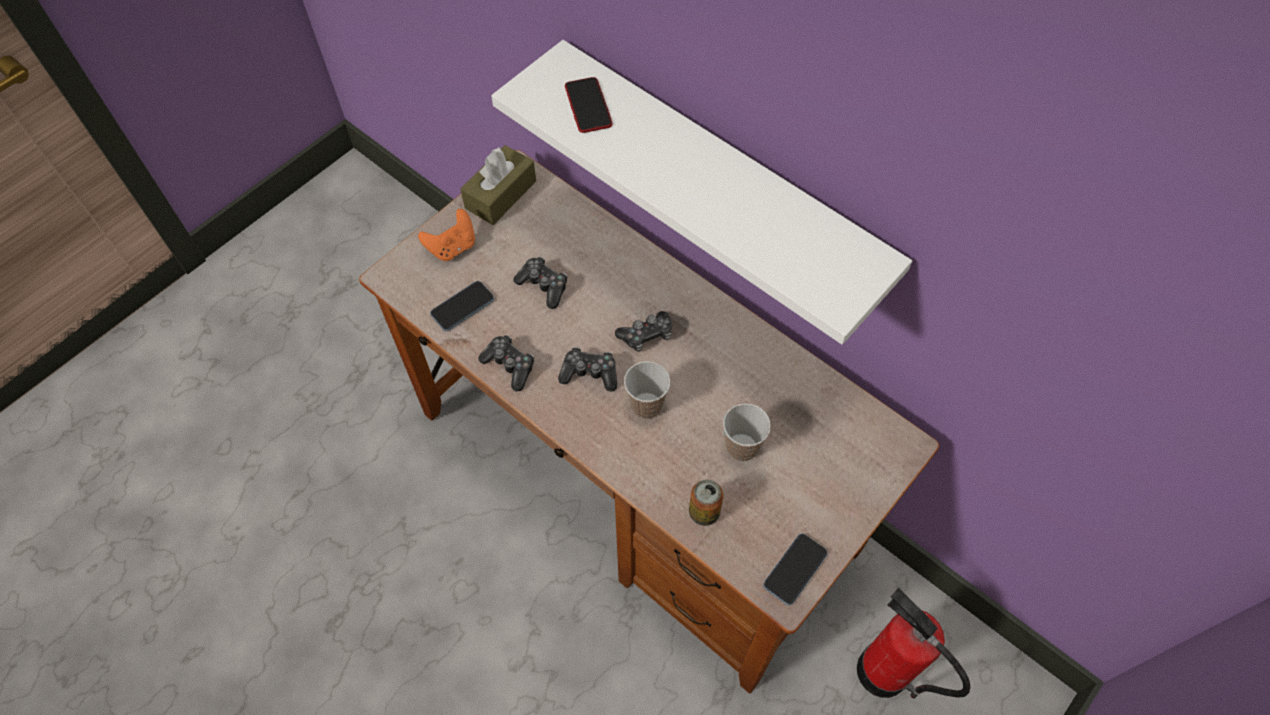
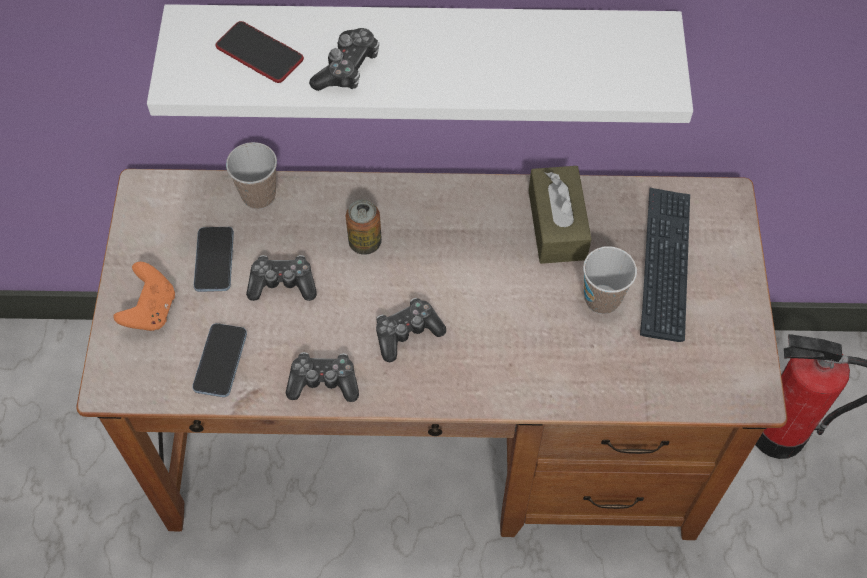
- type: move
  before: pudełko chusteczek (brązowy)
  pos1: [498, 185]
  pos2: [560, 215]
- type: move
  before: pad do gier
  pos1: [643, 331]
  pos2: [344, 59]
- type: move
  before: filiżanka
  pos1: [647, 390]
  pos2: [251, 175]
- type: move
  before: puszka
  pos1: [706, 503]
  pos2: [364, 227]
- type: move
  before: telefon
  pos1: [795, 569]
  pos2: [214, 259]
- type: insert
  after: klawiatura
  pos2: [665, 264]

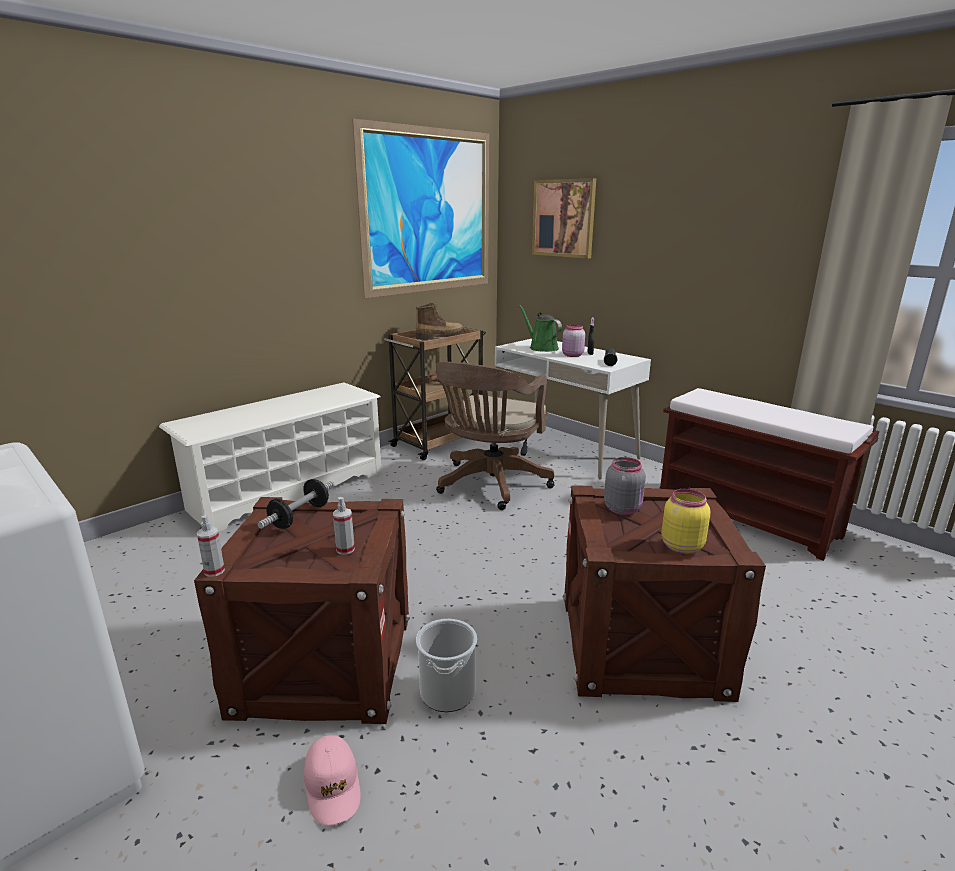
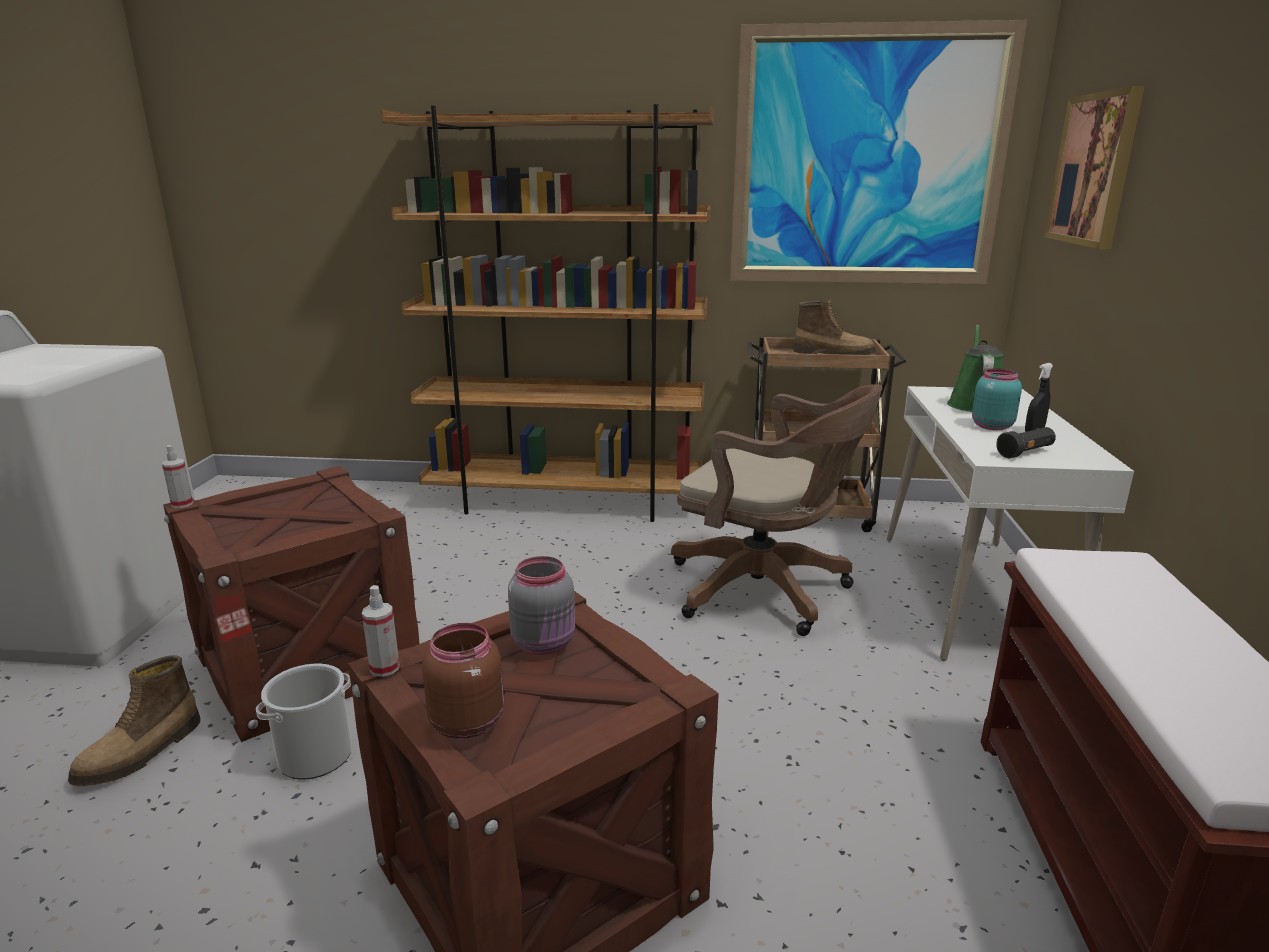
- type: replace
  before: regał na buty (biały)
  after: regał (brązowy)
  pos1: [270, 457]
  pos2: [547, 313]
- type: delete
  before: hantel
  pos1: [295, 504]
- type: replace
  before: czapka z daszkiem (różowy)
  after: but z cholewką
  pos1: [332, 780]
  pos2: [134, 720]
- type: move
  before: spryskiwacz
  pos1: [344, 526]
  pos2: [381, 631]
- type: rotate
  before: krzesło biurowe (brązowy)
  pos1: [495, 436]
  pos2: [776, 510]
  turn: -135
- type: recolor
  before: słoik (różowy)
  after: słoik (turkusowy)
  pos1: [573, 340]
  pos2: [997, 399]
- type: recolor
  before: słoik (żółty)
  after: słoik (brązowy)
  pos1: [685, 521]
  pos2: [463, 681]

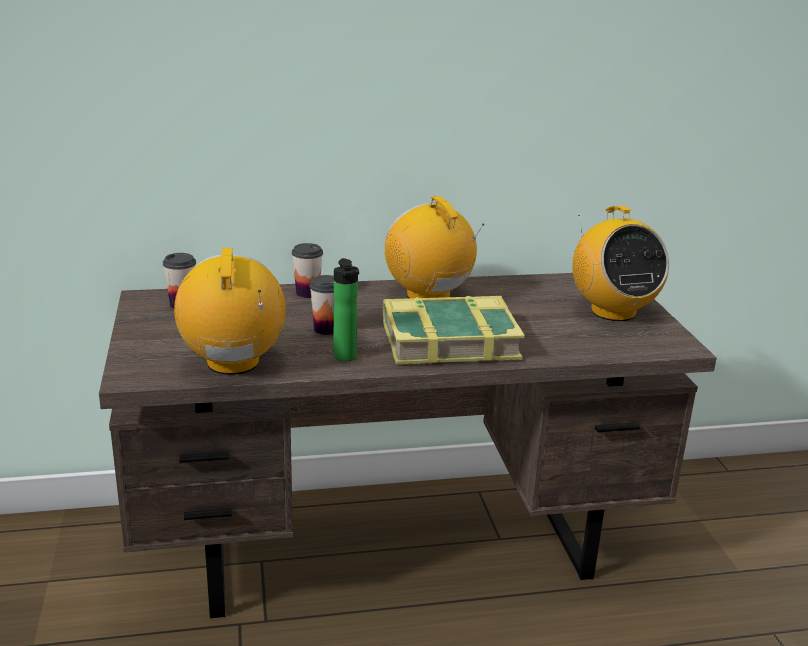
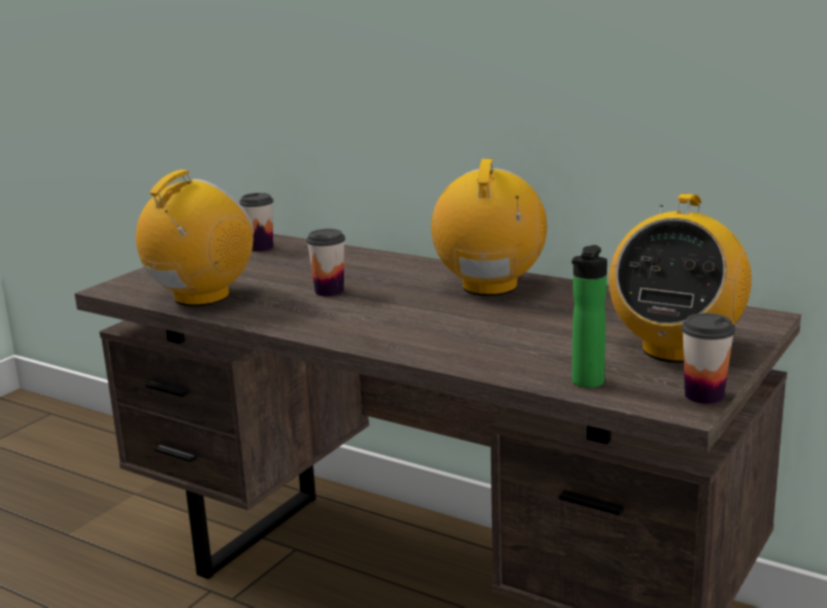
- type: move
  before: filiżanka
  pos1: [307, 270]
  pos2: [708, 358]
- type: move
  before: butelka
  pos1: [346, 309]
  pos2: [589, 316]
- type: delete
  before: książka
  pos1: [454, 330]

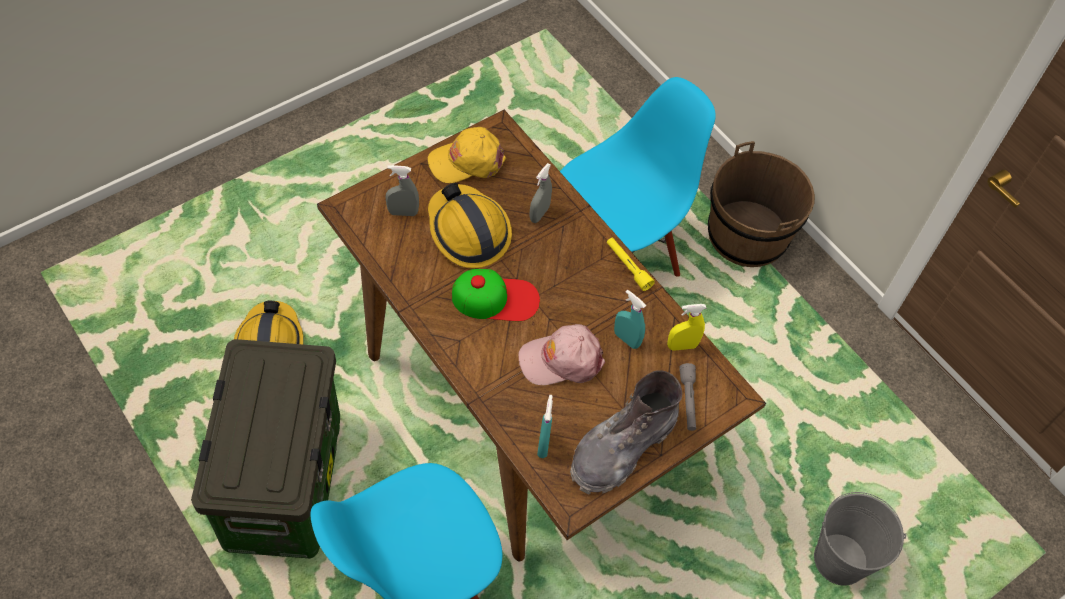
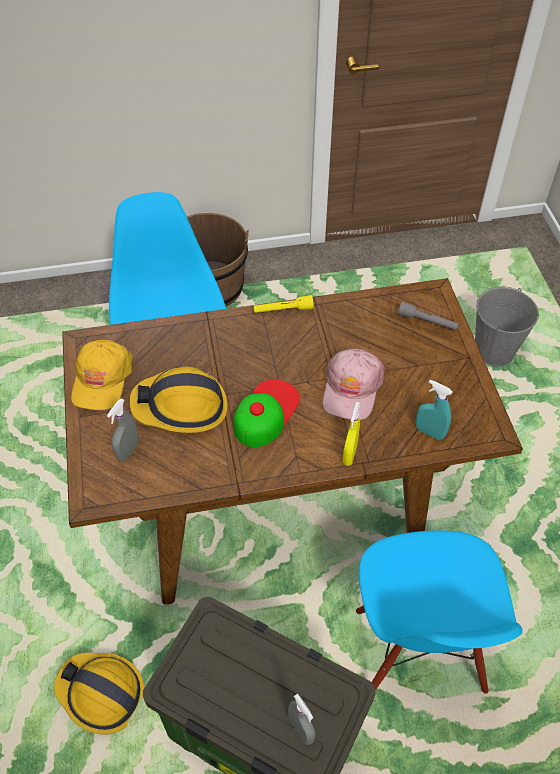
- type: move
  before: spryskiwacz (szary)
  pos1: [540, 193]
  pos2: [302, 719]
- type: delete
  before: but z cholewką (szary)
  pos1: [626, 432]
- type: delete
  before: spryskiwacz (turkusowy)
  pos1: [630, 319]
- type: move
  before: spryskiwacz (żółty)
  pos1: [686, 327]
  pos2: [351, 434]

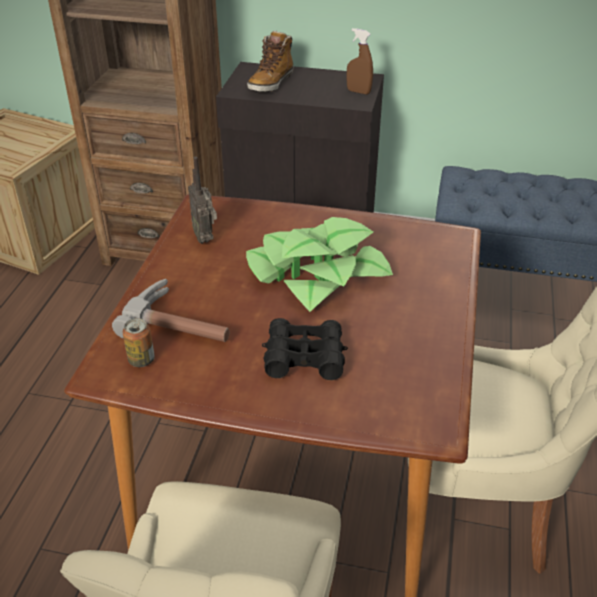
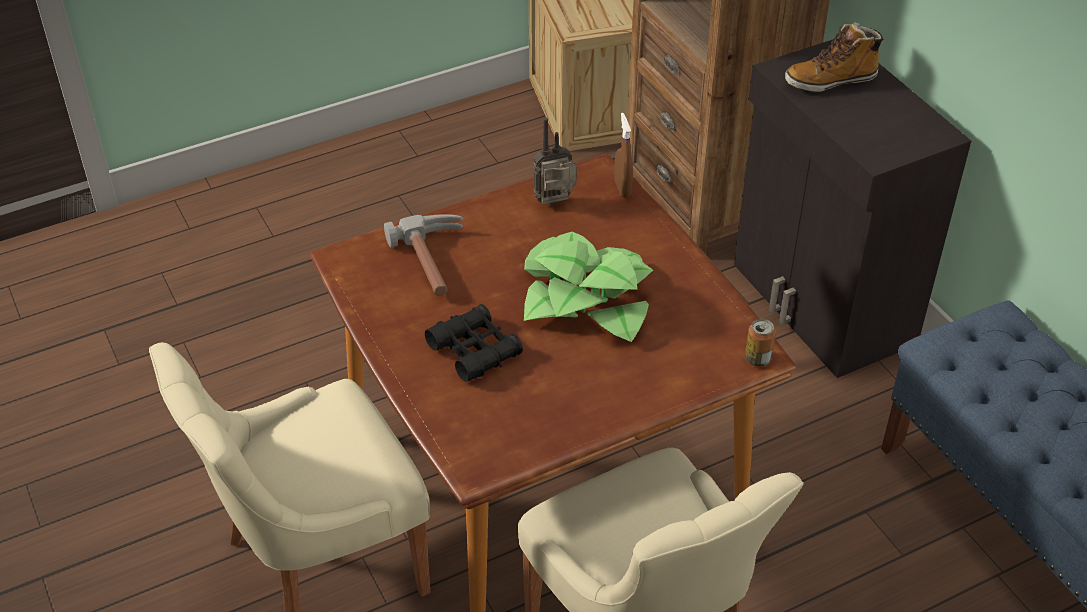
- type: move
  before: puszka
  pos1: [139, 342]
  pos2: [760, 343]
- type: rotate
  before: radio
  pos1: [202, 200]
  pos2: [555, 161]
  turn: 45
- type: move
  before: spryskiwacz (brązowy)
  pos1: [360, 61]
  pos2: [623, 155]

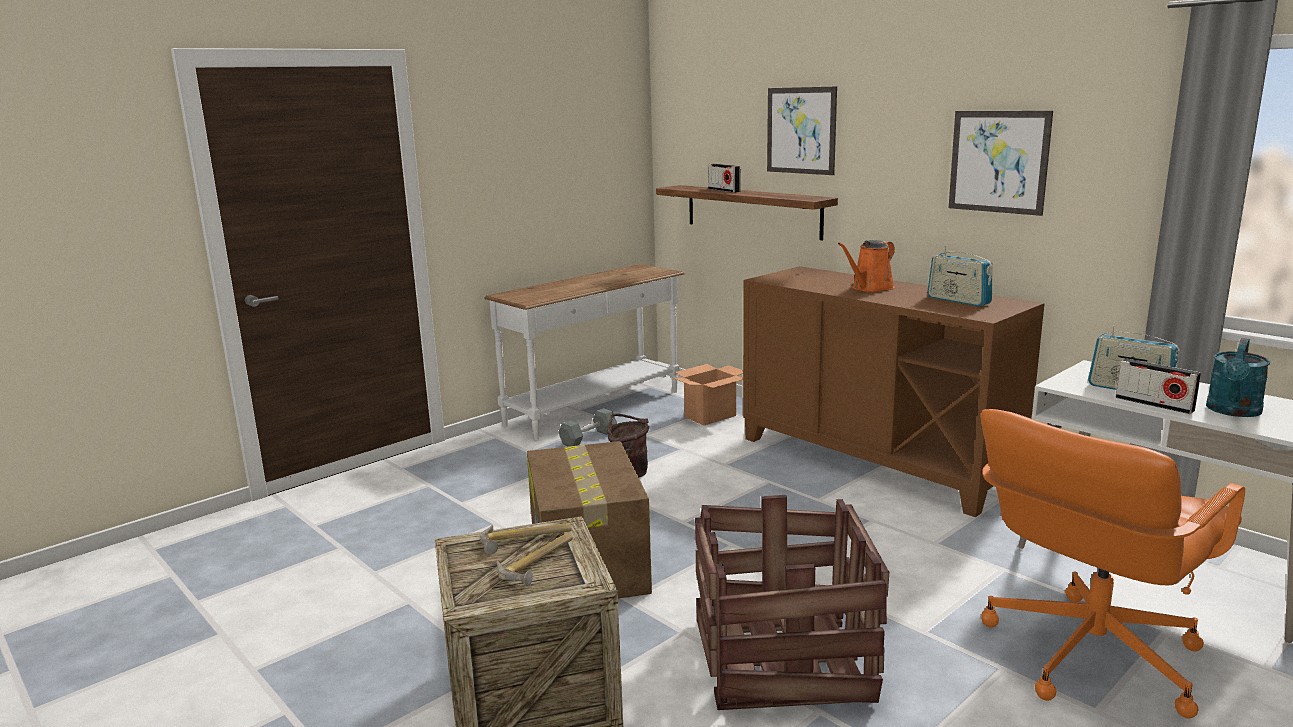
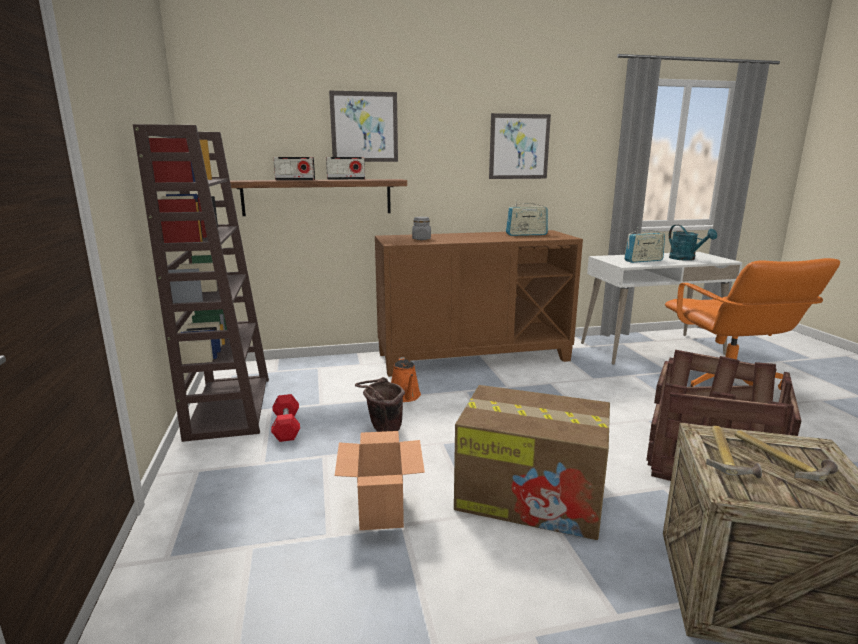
- type: replace
  before: stolik konsolowy (biały)
  after: regał (brązowy)
  pos1: [584, 352]
  pos2: [201, 283]
- type: recolor
  before: hantel (szary)
  after: hantel (czerwony)
  pos1: [587, 427]
  pos2: [285, 418]
- type: move
  before: karton
  pos1: [708, 394]
  pos2: [380, 480]
- type: move
  before: konewka (pomarańczowy)
  pos1: [866, 266]
  pos2: [406, 379]
- type: move
  before: radio
  pos1: [1158, 386]
  pos2: [345, 168]
- type: insert
  after: słoik (szary)
  pos2: [421, 228]

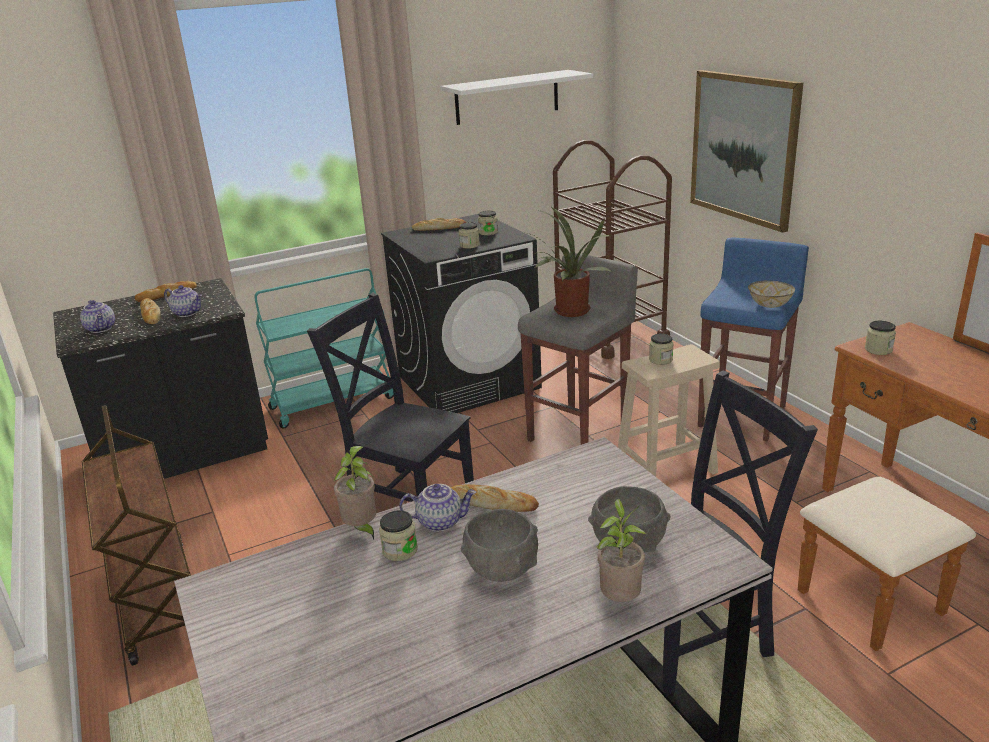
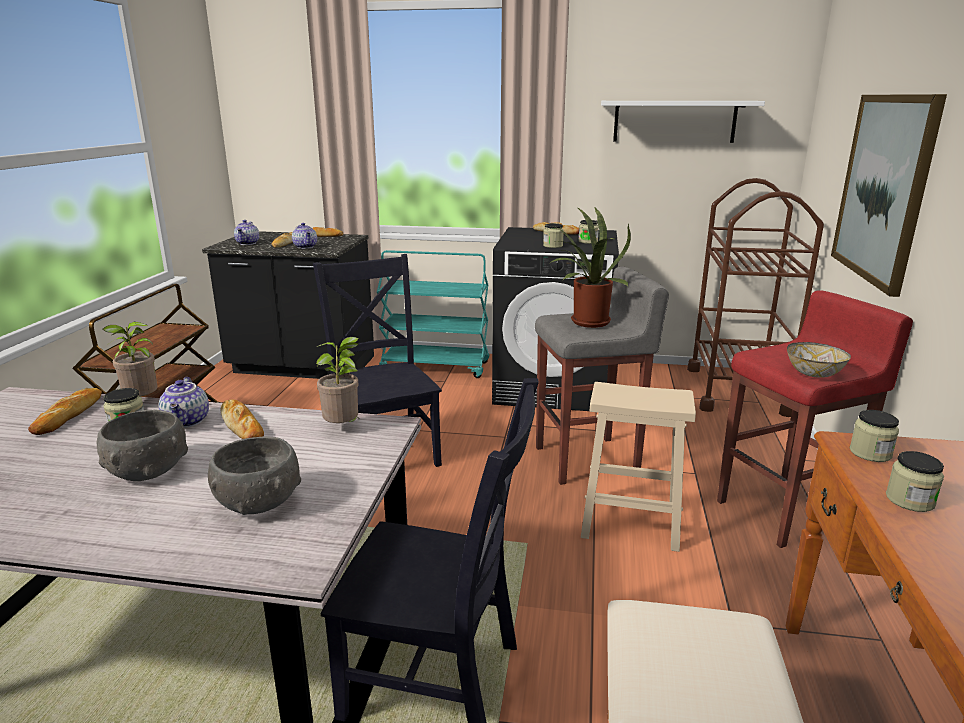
- type: rotate
  before: imbryk
  pos1: [438, 508]
  pos2: [184, 402]
  turn: 45
- type: move
  before: roślina doniczkowa
  pos1: [621, 550]
  pos2: [338, 380]
- type: move
  before: słoik
  pos1: [661, 349]
  pos2: [915, 481]
- type: recolor
  before: stołek (niebieski)
  after: stołek (czerwony)
  pos1: [753, 339]
  pos2: [815, 419]
- type: insert
  after: chleb
  pos2: [65, 411]

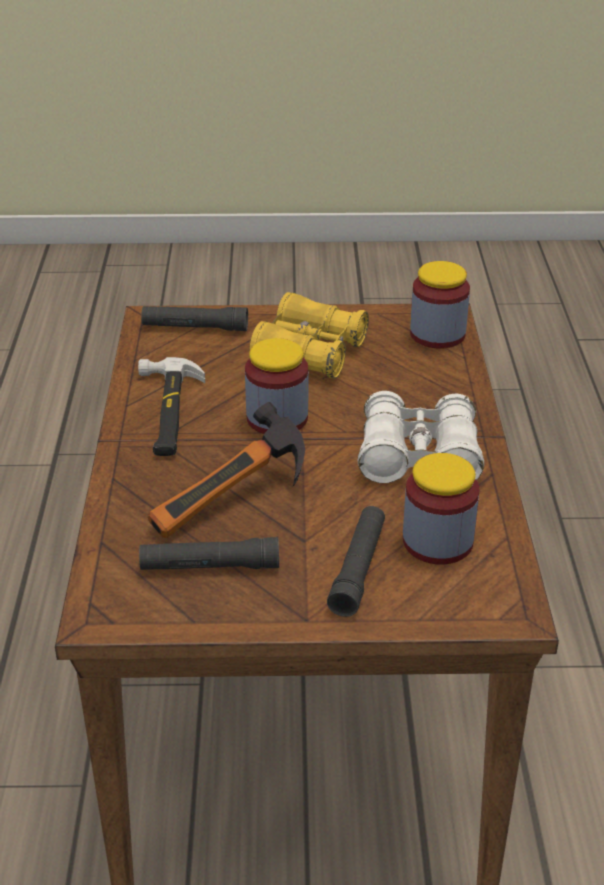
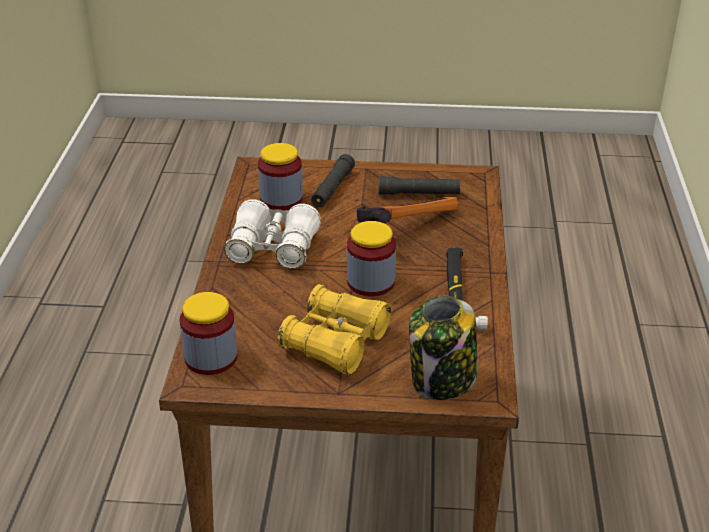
- type: replace
  before: latarka (czarny)
  after: słoik
  pos1: [194, 318]
  pos2: [443, 348]

